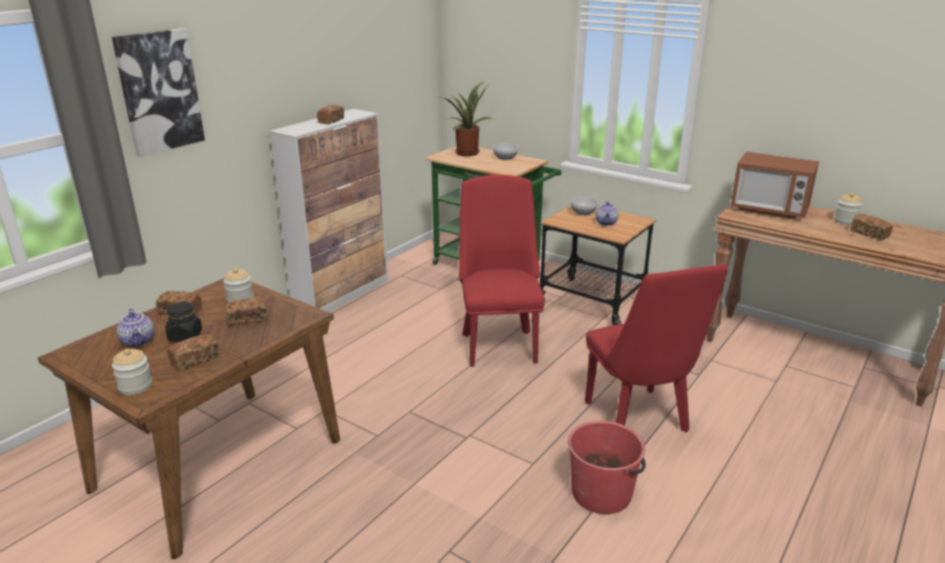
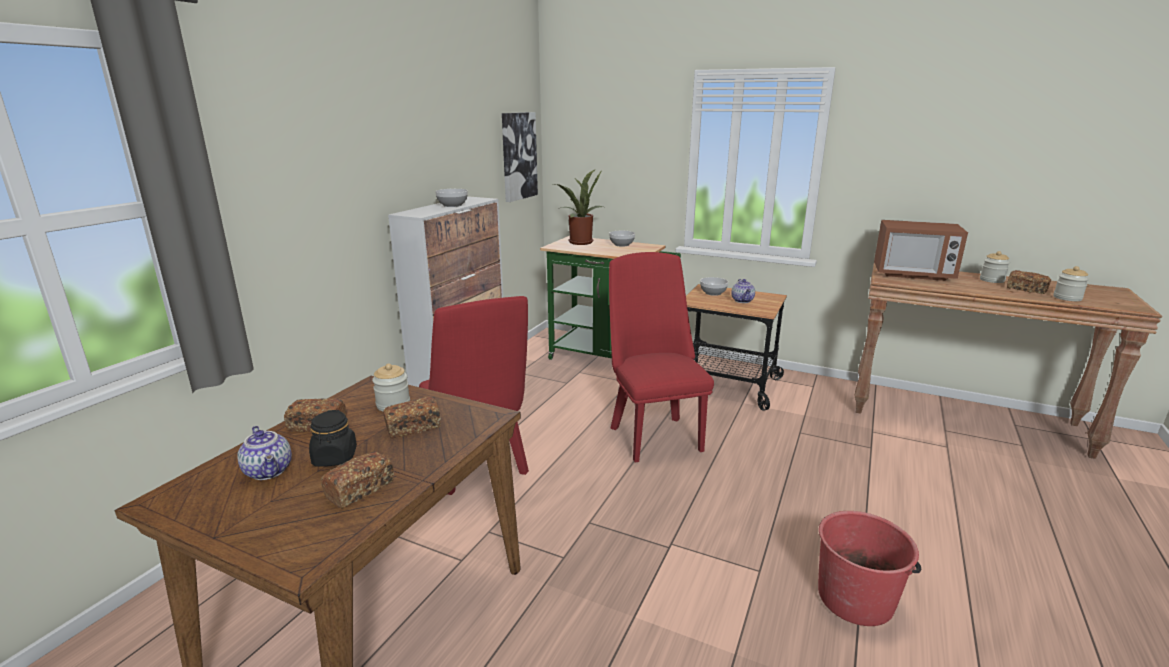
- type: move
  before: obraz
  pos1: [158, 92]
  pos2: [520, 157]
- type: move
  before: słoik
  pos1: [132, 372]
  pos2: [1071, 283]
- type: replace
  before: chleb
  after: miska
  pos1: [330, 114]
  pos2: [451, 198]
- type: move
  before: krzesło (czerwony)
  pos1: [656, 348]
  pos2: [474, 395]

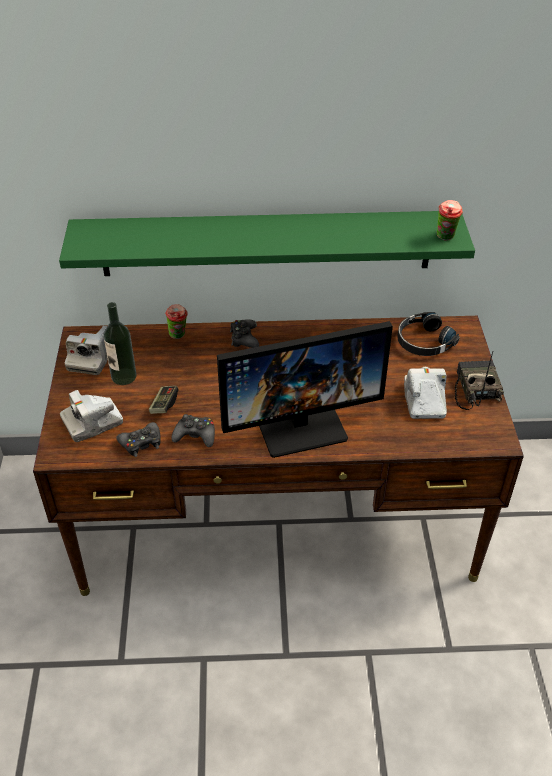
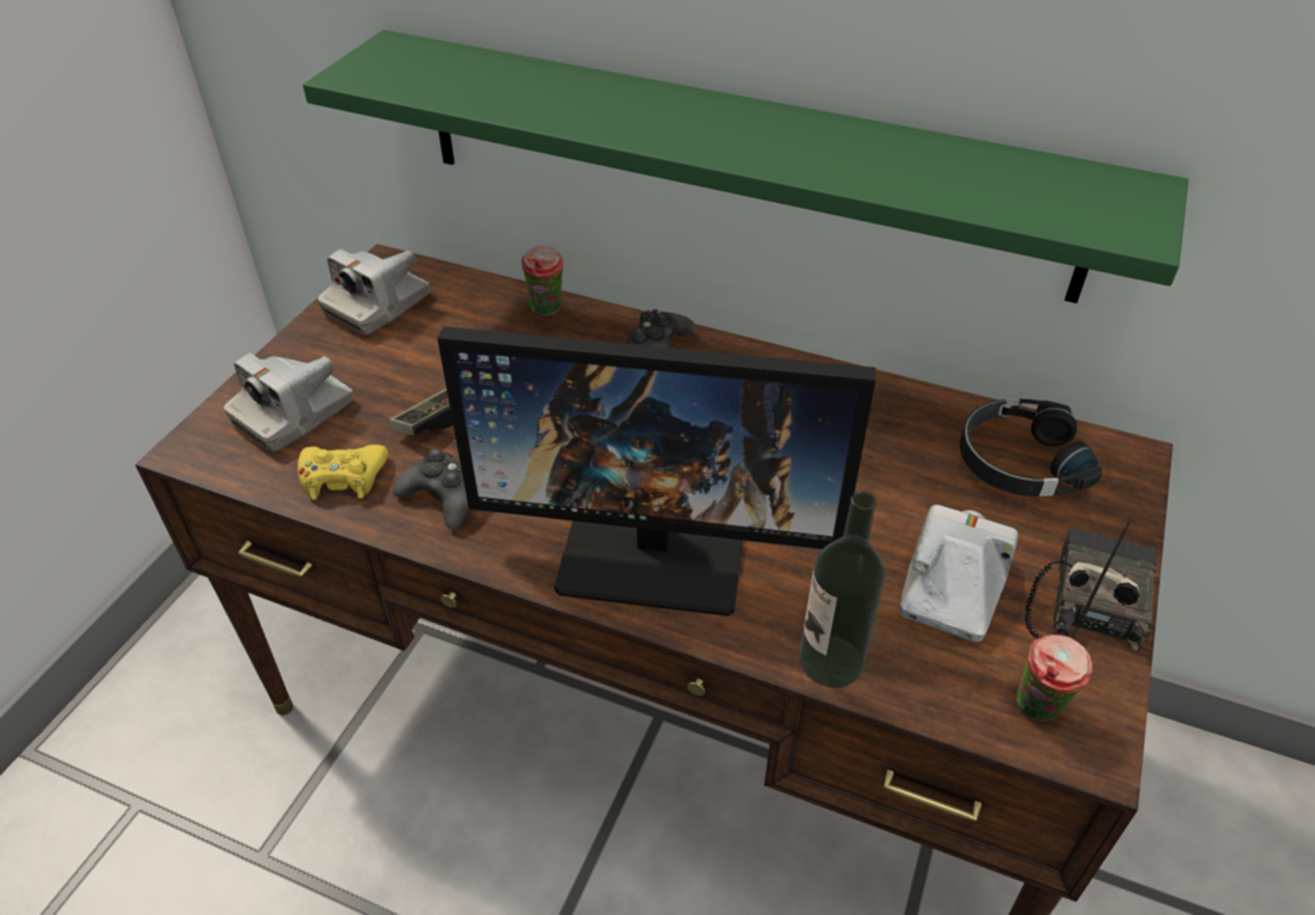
- type: rotate
  before: aparat fotograficzny
  pos1: [91, 416]
  pos2: [288, 402]
  turn: -45
- type: move
  before: butelka
  pos1: [120, 343]
  pos2: [842, 589]
- type: recolor
  before: pad do gier (czarny)
  after: pad do gier (żółty)
  pos1: [138, 439]
  pos2: [343, 472]
- type: move
  before: filiżanka
  pos1: [450, 220]
  pos2: [1055, 678]

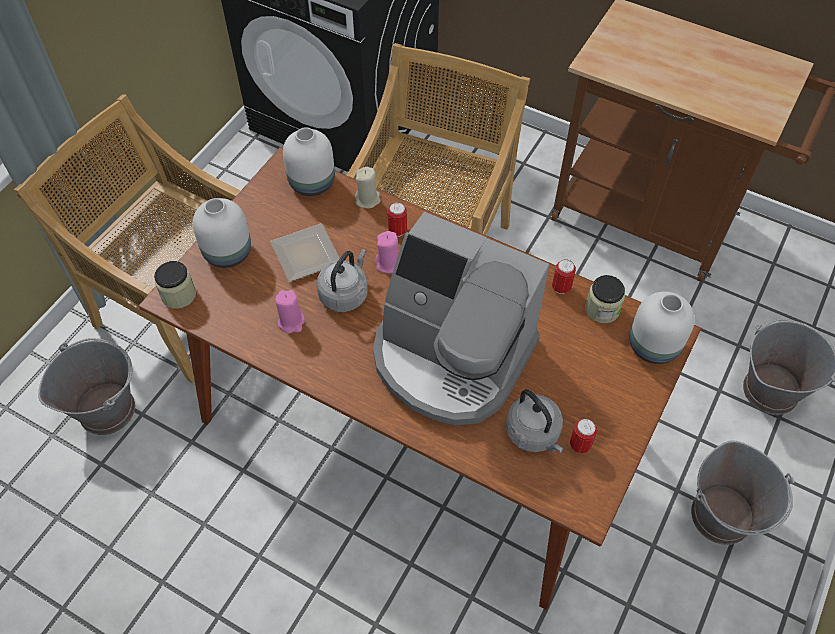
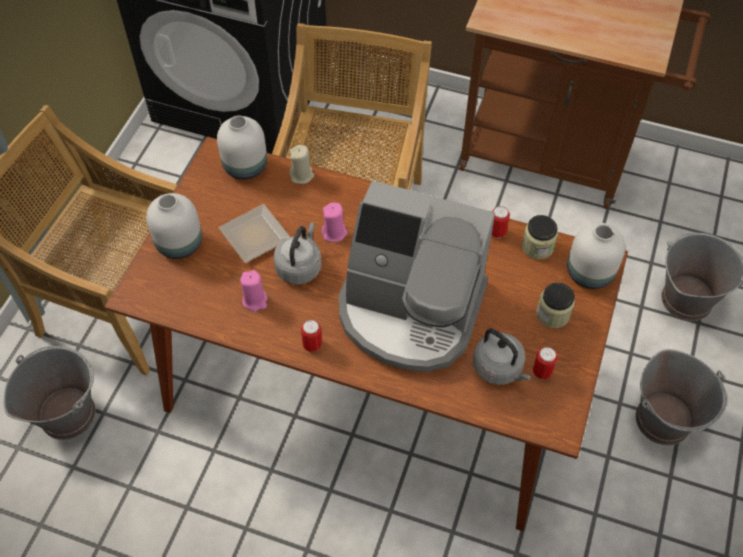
- type: move
  before: słoik
  pos1: [175, 285]
  pos2: [555, 305]
- type: move
  before: puszka
  pos1: [397, 219]
  pos2: [311, 336]

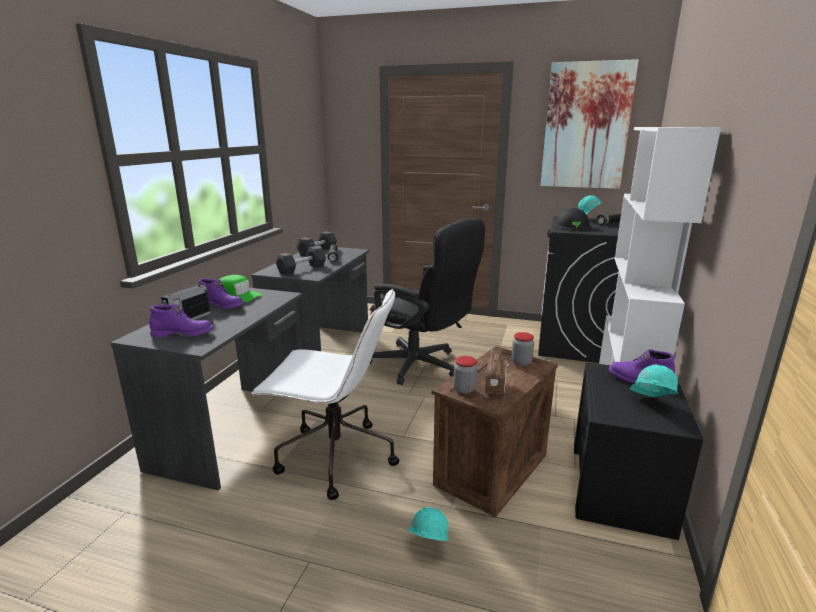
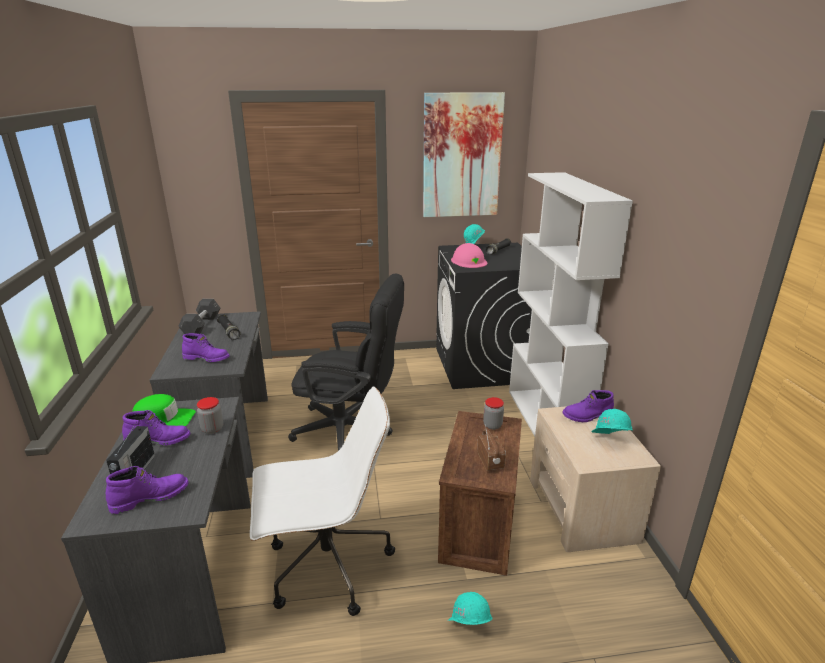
- type: replace
  before: hantel (szary)
  after: but z cholewką (fioletowy)
  pos1: [301, 260]
  pos2: [206, 347]
- type: move
  before: słoik
  pos1: [465, 375]
  pos2: [210, 415]
- type: recolor
  before: kask (czarny)
  after: kask (różowy)
  pos1: [572, 219]
  pos2: [469, 255]
- type: recolor
  before: szafka nocna (czarny)
  after: szafka nocna (beżowy)
  pos1: [638, 451]
  pos2: [595, 479]

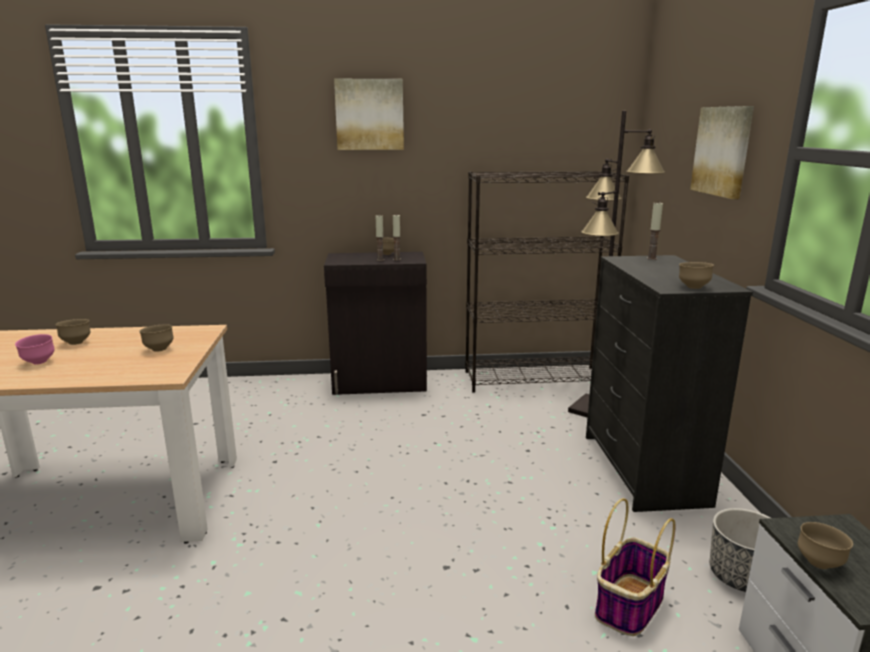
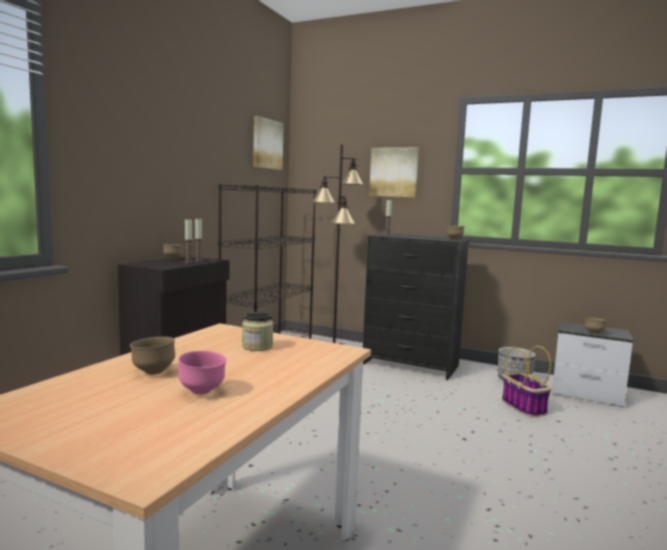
- type: replace
  before: miska (brązowy)
  after: słoik
  pos1: [156, 338]
  pos2: [257, 331]
- type: move
  before: obraz
  pos1: [369, 114]
  pos2: [268, 143]

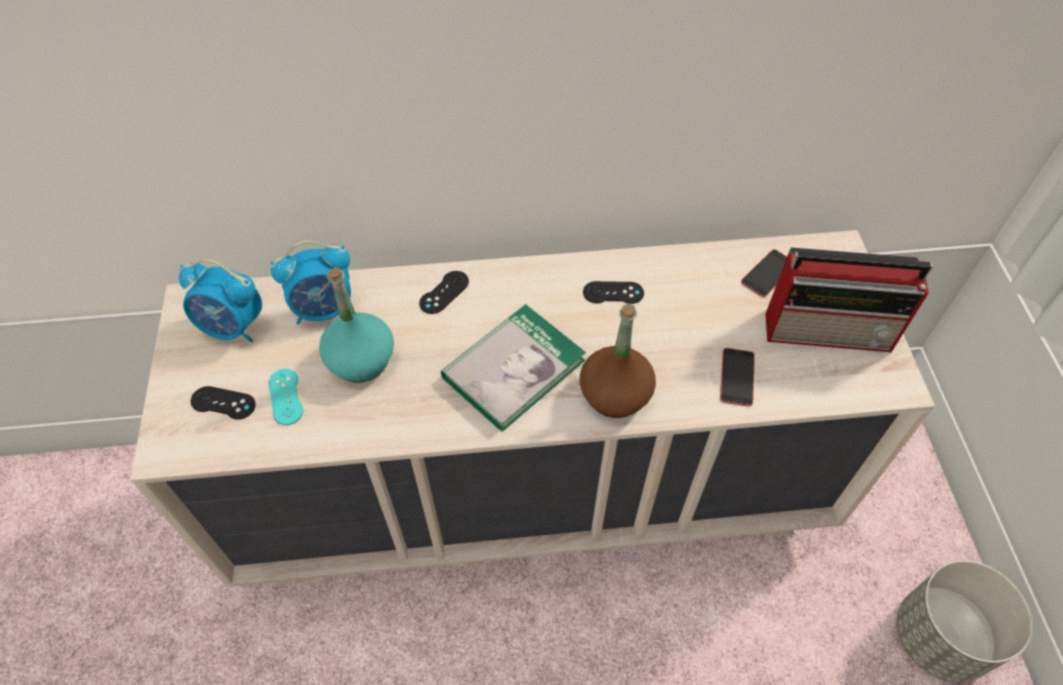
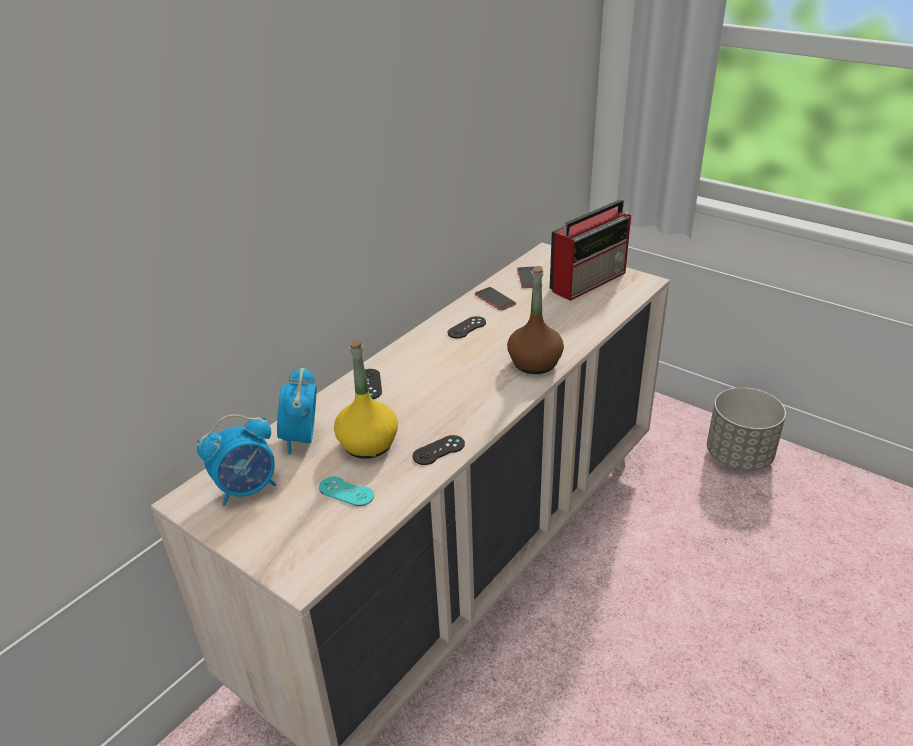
- type: move
  before: pad do gier (czarny)
  pos1: [223, 403]
  pos2: [439, 450]
- type: rotate
  before: budzik
  pos1: [310, 282]
  pos2: [297, 410]
  turn: 150
- type: recolor
  before: butelka (turkusowy)
  after: butelka (żółty)
  pos1: [356, 325]
  pos2: [366, 399]
- type: delete
  before: książka
  pos1: [513, 368]
- type: move
  before: telefon
  pos1: [737, 377]
  pos2: [495, 299]

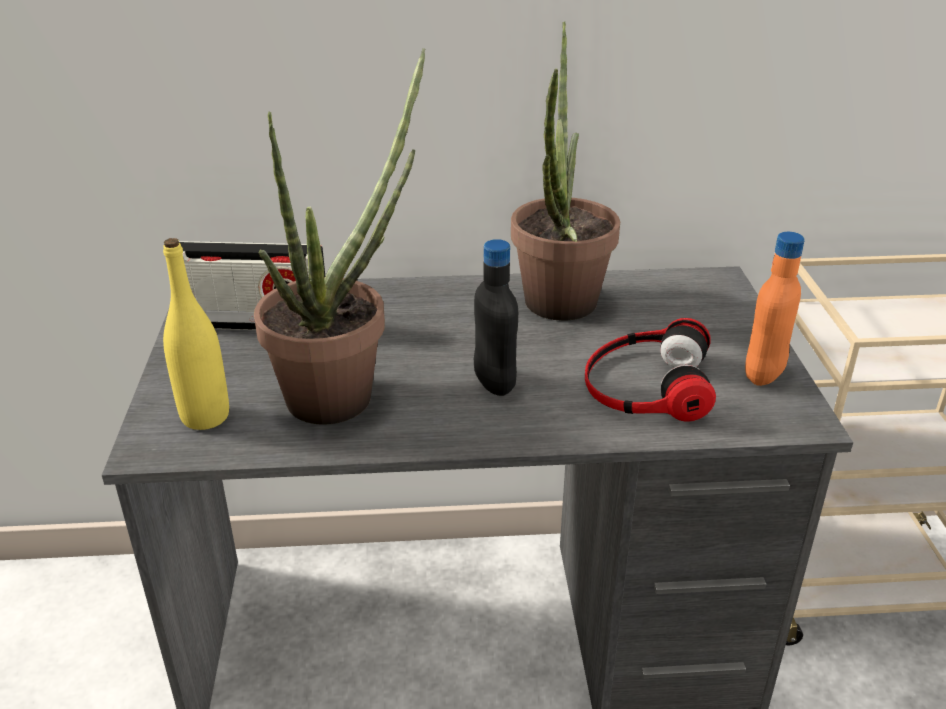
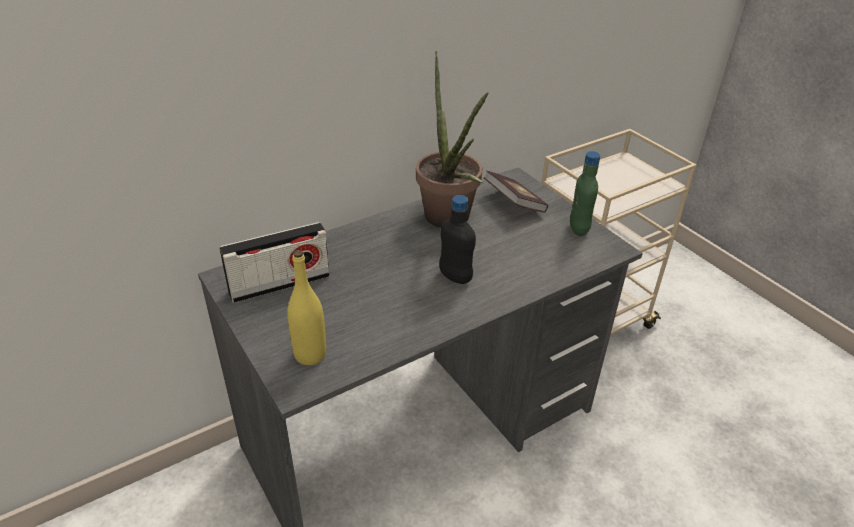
- type: delete
  before: roślina doniczkowa
  pos1: [339, 236]
- type: delete
  before: słuchawki
  pos1: [650, 370]
- type: recolor
  before: butelka (pomarańczowy)
  after: butelka (zielony)
  pos1: [775, 309]
  pos2: [585, 193]
- type: insert
  after: książka
  pos2: [516, 192]

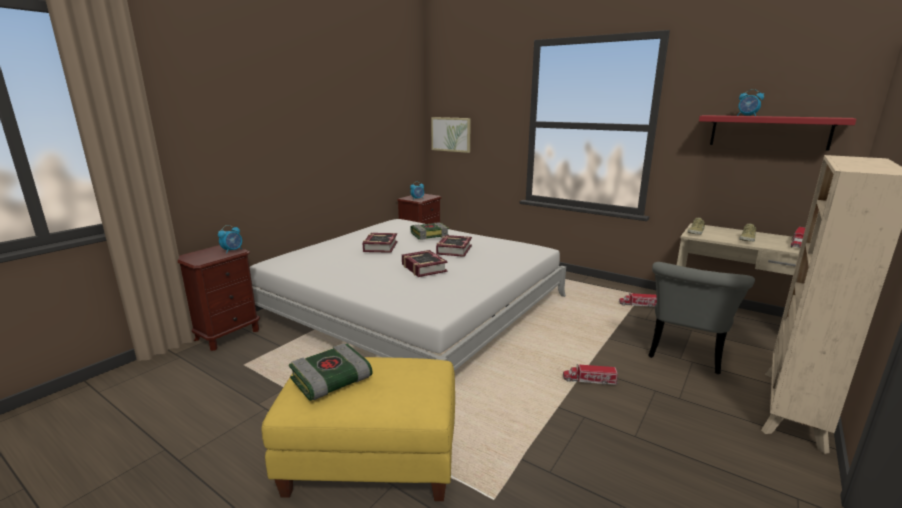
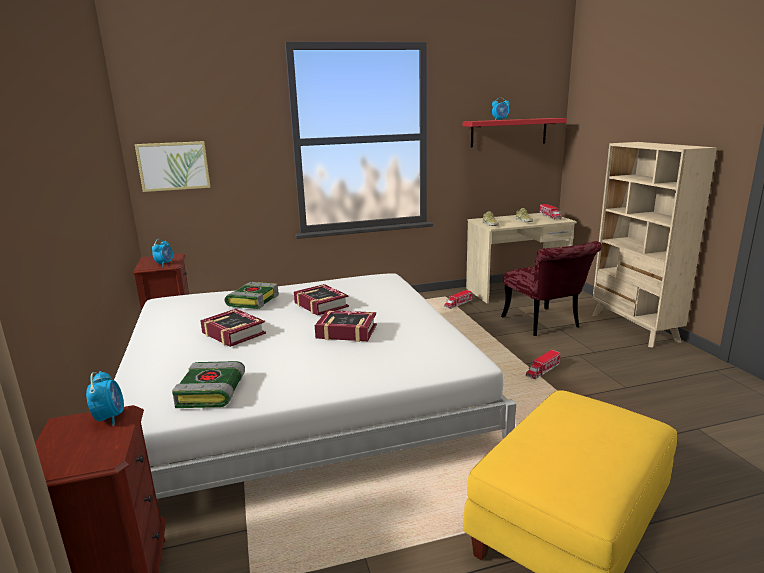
- type: move
  before: książka
  pos1: [330, 372]
  pos2: [208, 384]
- type: recolor
  before: krzesło (szary)
  after: krzesło (czerwony)
  pos1: [701, 318]
  pos2: [551, 288]

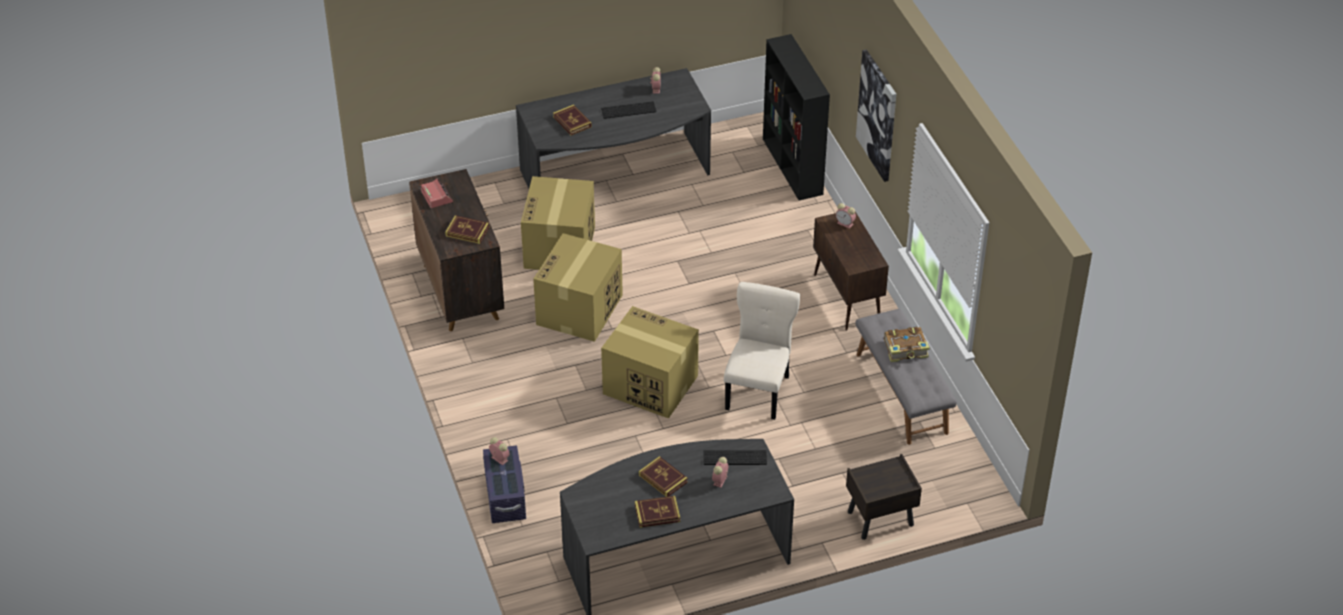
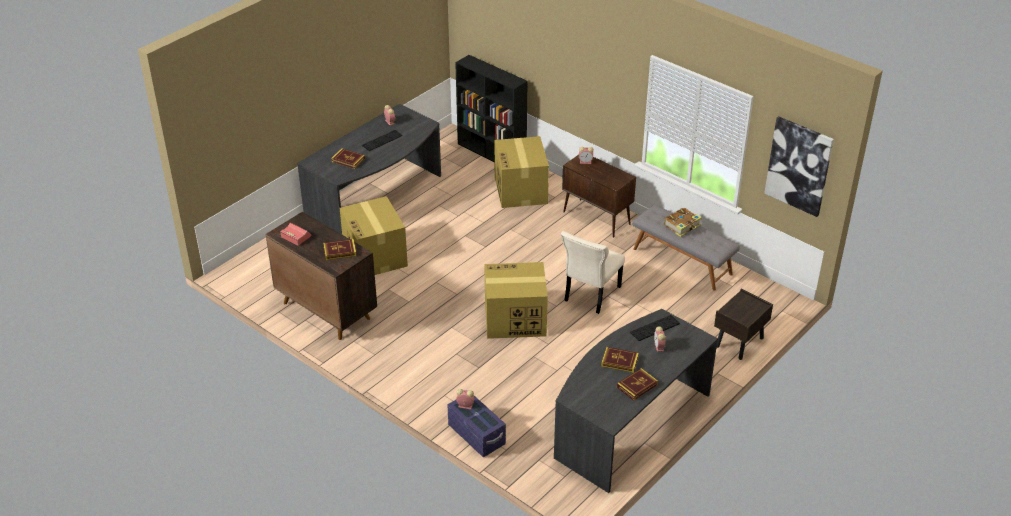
- type: move
  before: karton
  pos1: [578, 287]
  pos2: [521, 172]
- type: rotate
  before: krzesło (beżowy)
  pos1: [762, 351]
  pos2: [593, 272]
  turn: -135
- type: move
  before: obraz
  pos1: [876, 115]
  pos2: [799, 166]

